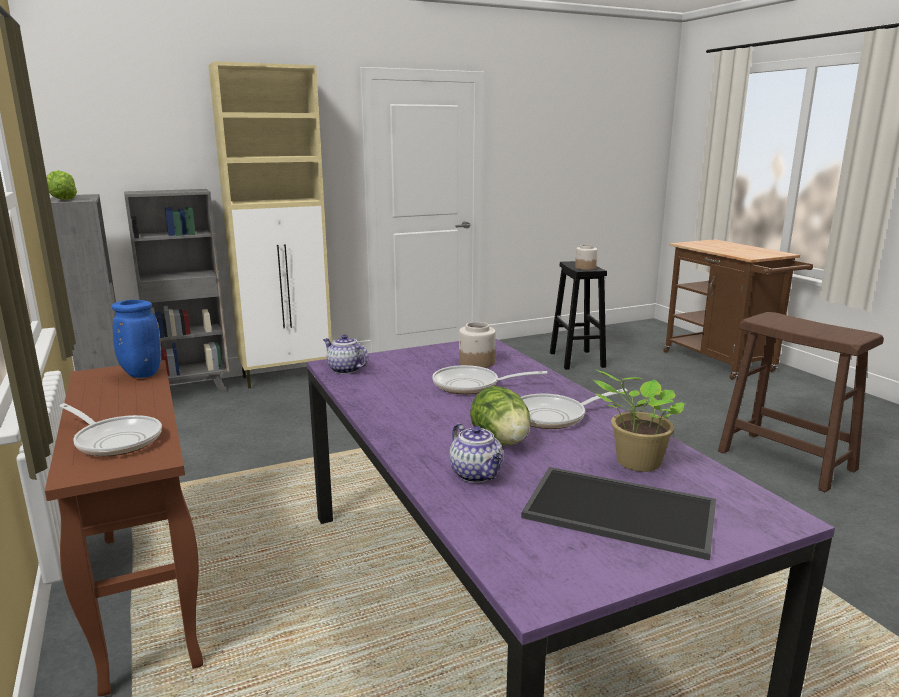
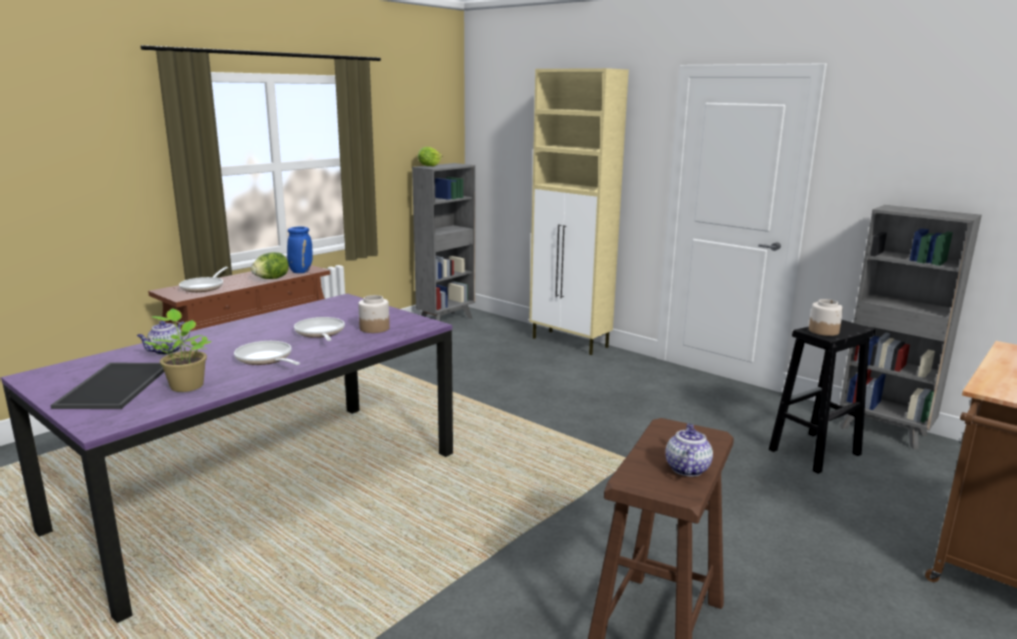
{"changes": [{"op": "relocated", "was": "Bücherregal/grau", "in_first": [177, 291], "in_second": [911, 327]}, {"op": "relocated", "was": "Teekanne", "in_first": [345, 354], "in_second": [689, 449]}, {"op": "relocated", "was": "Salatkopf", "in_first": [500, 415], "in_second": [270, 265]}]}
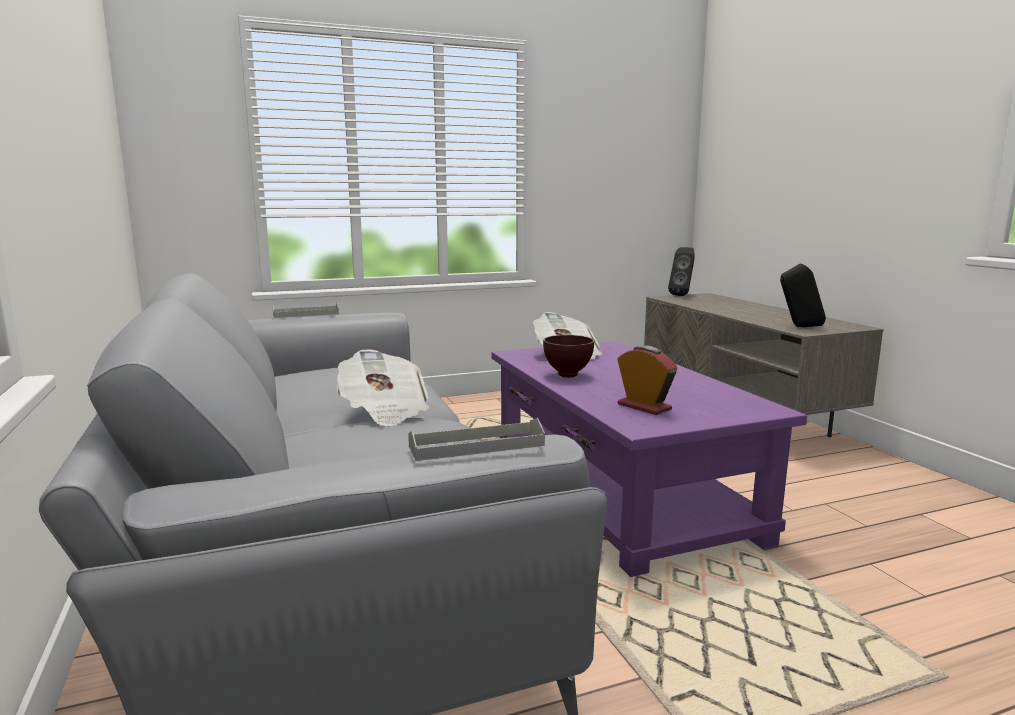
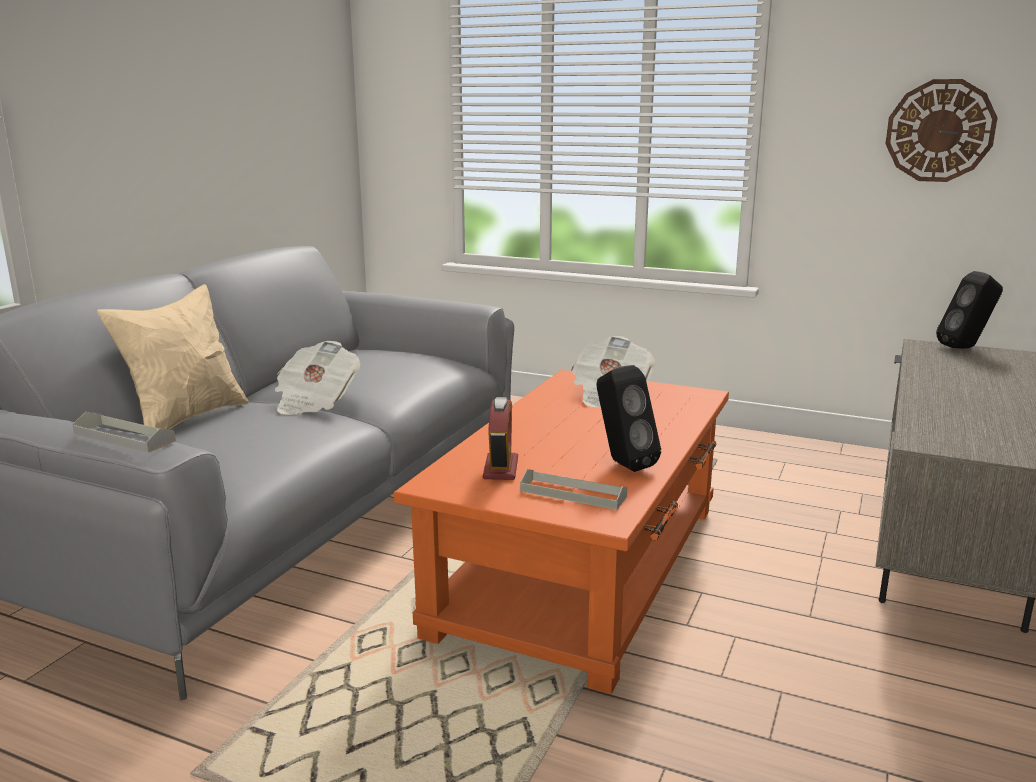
{"changes": [{"op": "missing", "was": "Schüssel/braun", "in_first": [568, 356]}, {"op": "appeared", "now": "Kissen/beige", "in_second": [173, 357]}, {"op": "appeared", "now": "Wanduhr", "in_second": [941, 130]}, {"op": "relocated", "was": "Tablett/grau", "in_first": [306, 310], "in_second": [573, 489]}, {"op": "relocated", "was": "Lautsprecher/schwarz", "in_first": [803, 295], "in_second": [628, 418]}, {"op": "colour", "was": "Couchtisch/lila", "now": "Couchtisch/orange", "in_first": [649, 459], "in_second": [561, 532]}]}
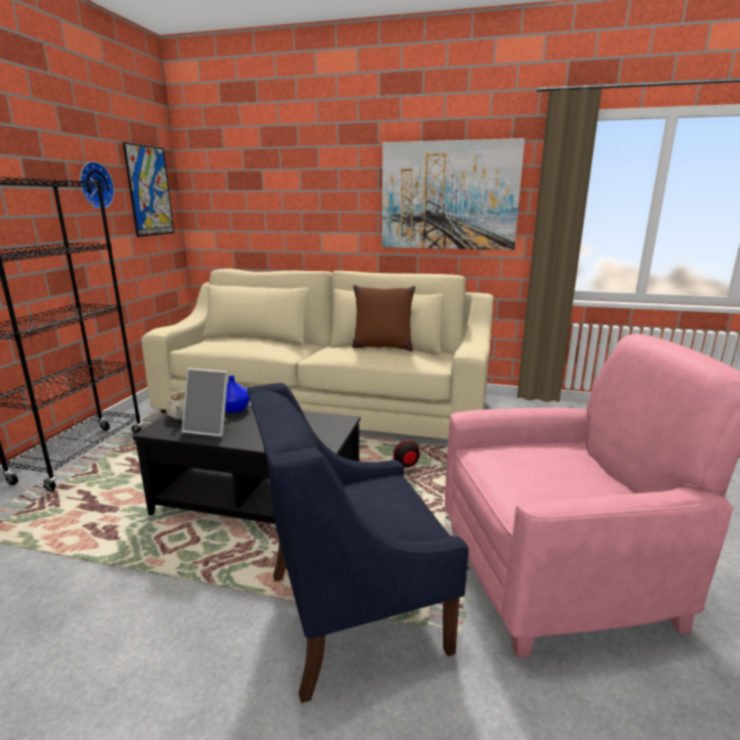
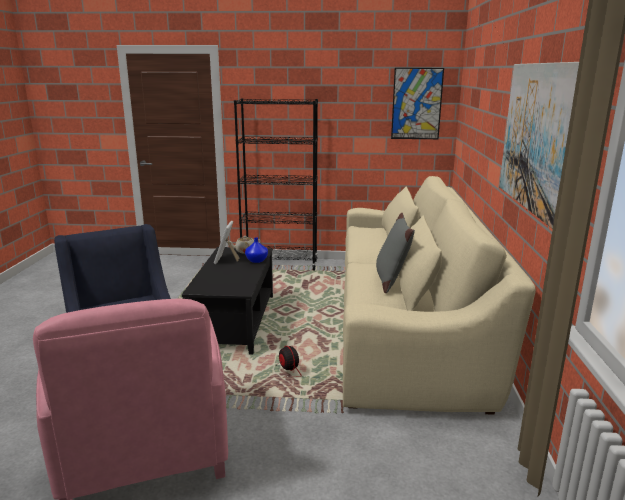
{"changes": [{"op": "missing", "was": "Wanduhr", "in_first": [97, 185]}, {"op": "colour", "was": "Kissen/braun", "now": "Kissen/grau", "in_first": [383, 318], "in_second": [395, 253]}]}
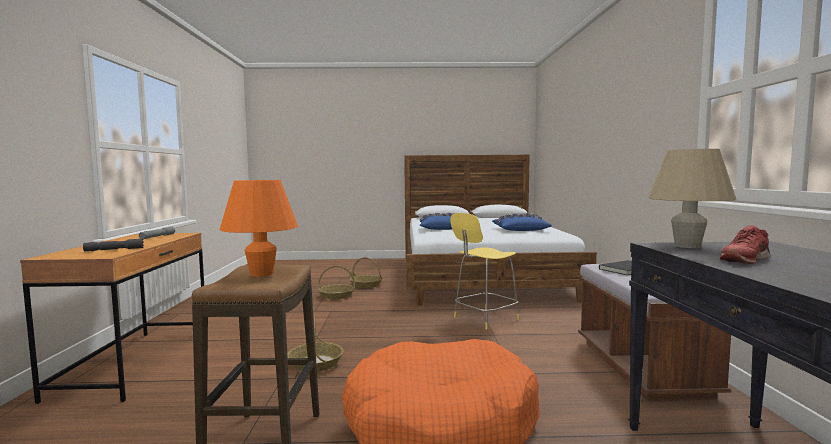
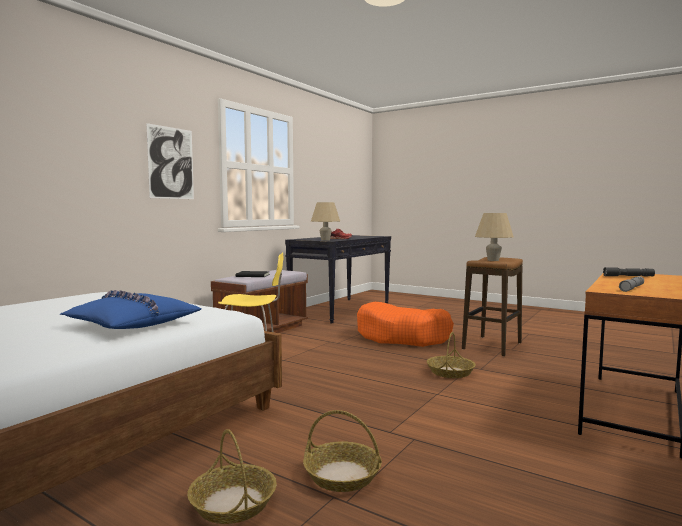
{"changes": [{"op": "missing", "was": "Kissen/blau", "in_first": [522, 222]}, {"op": "appeared", "now": "Bild", "in_second": [170, 161]}, {"op": "colour", "was": "Tischlampe/orange", "now": "Tischlampe/beige", "in_first": [258, 228], "in_second": [494, 237]}]}
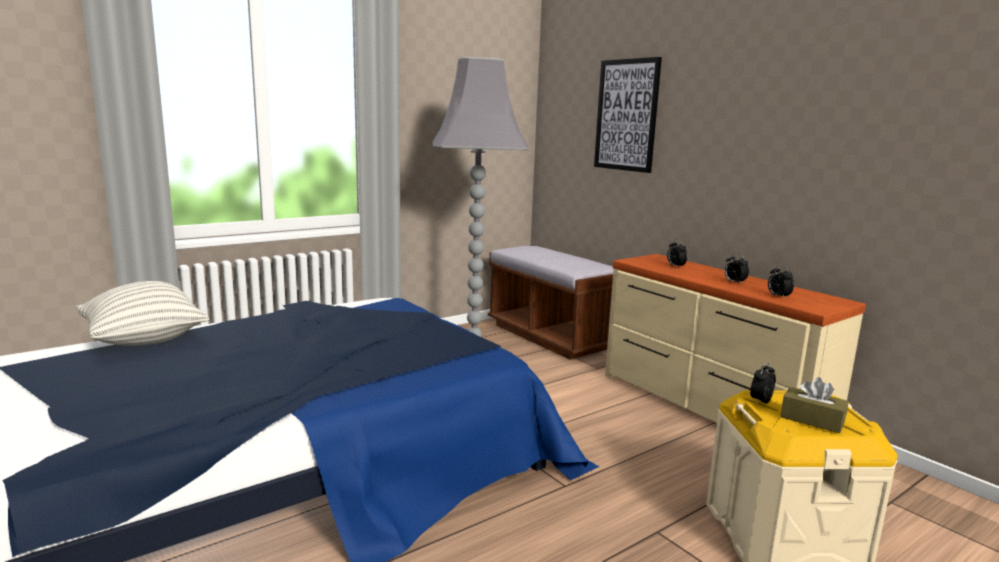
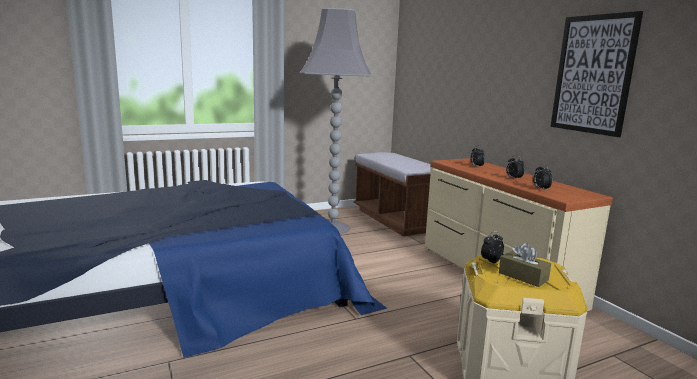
{"changes": [{"op": "missing", "was": "Kissen", "in_first": [143, 313]}, {"op": "relocated", "was": "Bild", "in_first": [628, 115], "in_second": [597, 74]}]}
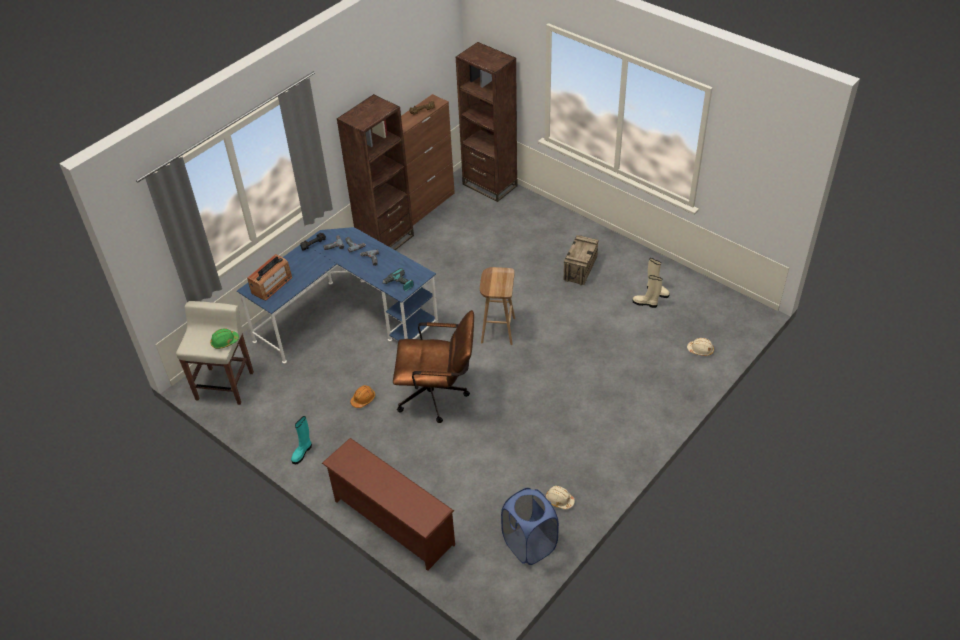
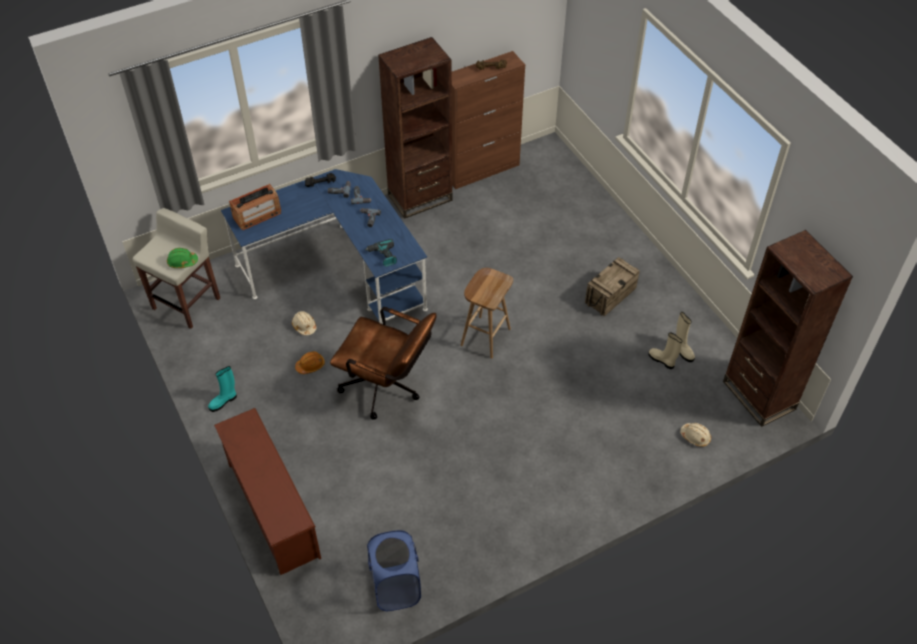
{"changes": [{"op": "relocated", "was": "Bücherregal/braun", "in_first": [487, 122], "in_second": [788, 328]}, {"op": "relocated", "was": "Schutzhelm/beige", "in_first": [560, 498], "in_second": [304, 323]}]}
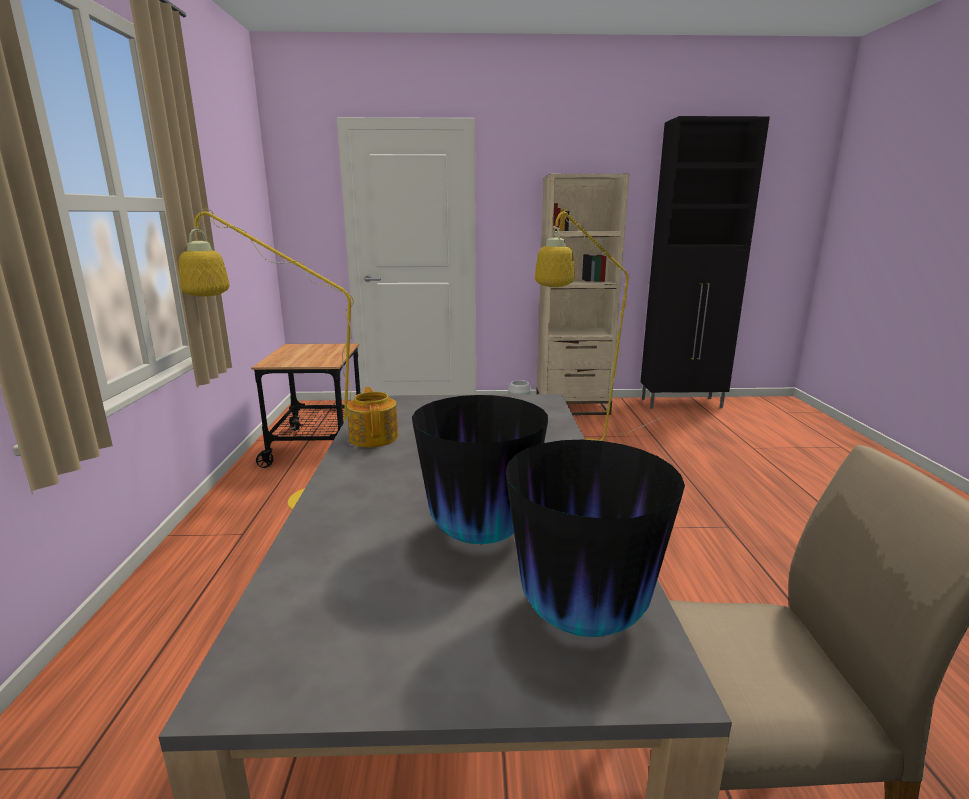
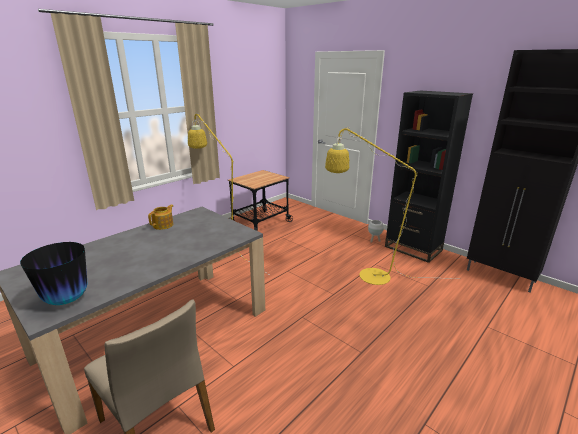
{"changes": [{"op": "missing", "was": "Vase", "in_first": [480, 469]}, {"op": "colour", "was": "Bücherregal/beige", "now": "Bücherregal/schwarz", "in_first": [582, 294], "in_second": [429, 177]}]}
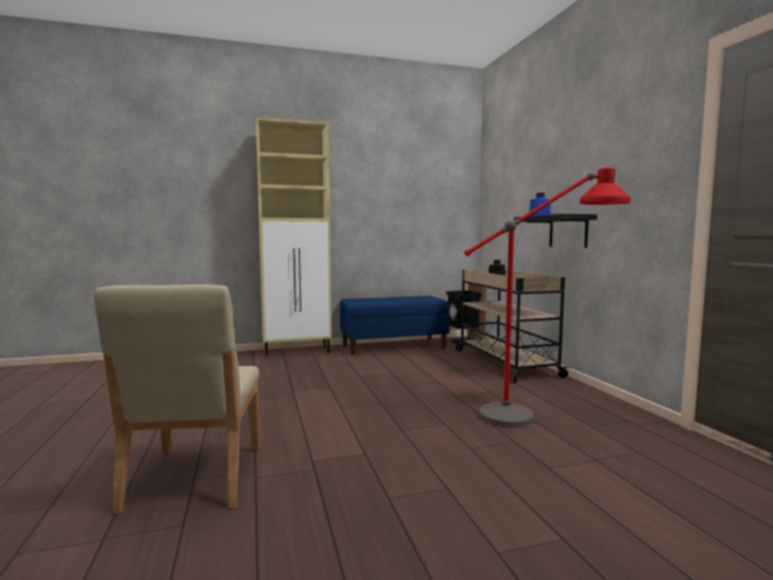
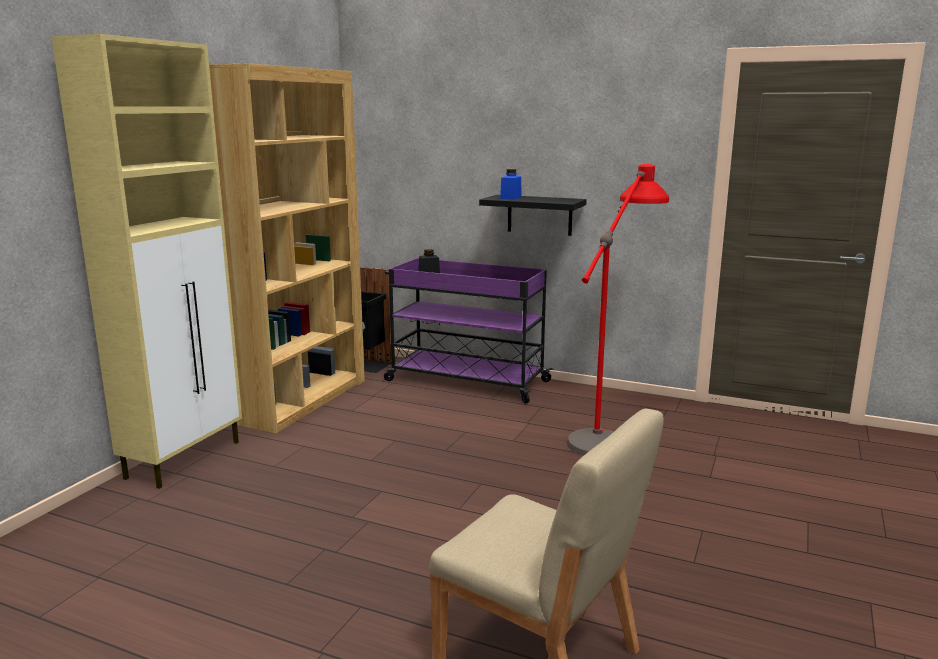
{"changes": [{"op": "exchanged", "was": "Bank/blau", "now": "Bücherregal/braun", "in_first": [395, 325], "in_second": [287, 248]}, {"op": "colour", "was": "Rollwagen/beige", "now": "Rollwagen/lila", "in_first": [513, 326], "in_second": [468, 331]}]}
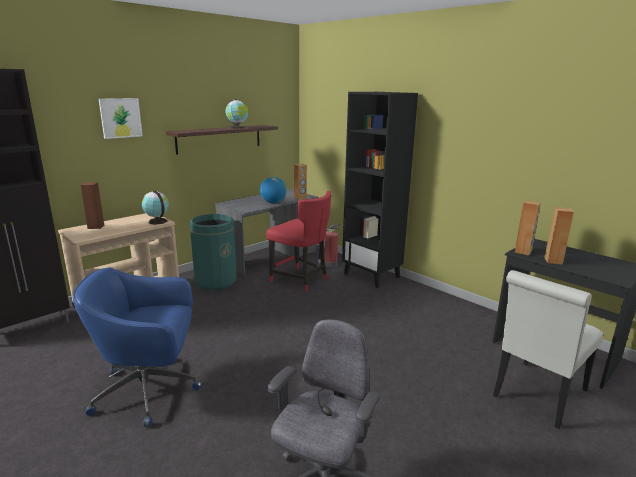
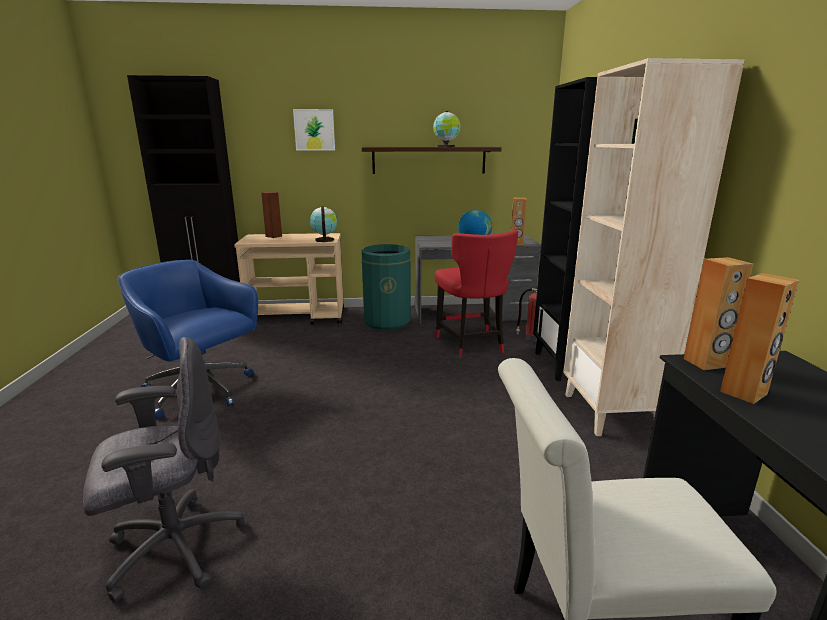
{"changes": [{"op": "appeared", "now": "Bücherregal/beige", "in_second": [654, 247]}]}
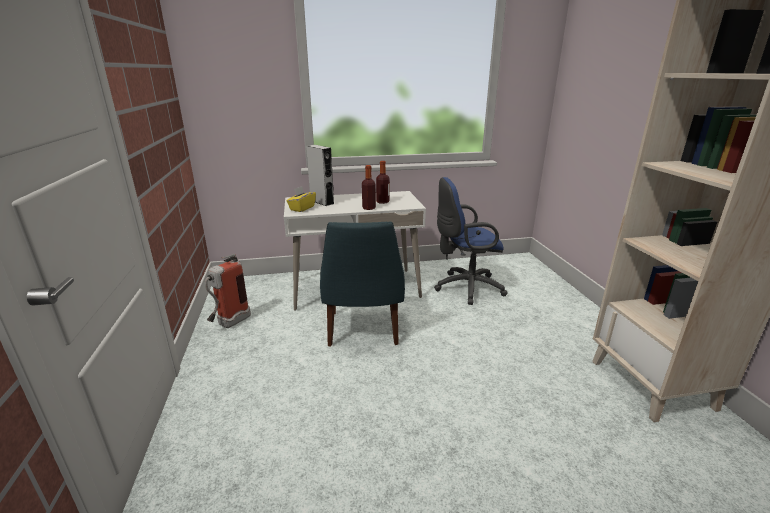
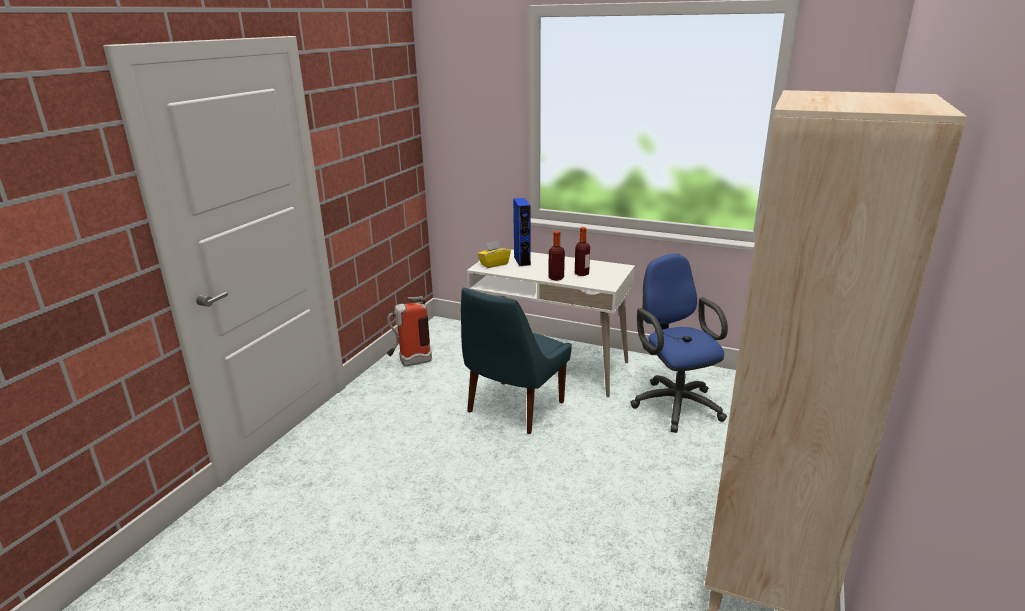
{"changes": [{"op": "colour", "was": "Lautsprecher/grau", "now": "Lautsprecher/blau", "in_first": [320, 175], "in_second": [522, 232]}, {"op": "spun", "was": "Bürostuhl/blau", "in_first": [471, 241], "in_second": [679, 343], "clockwise": 45}]}
